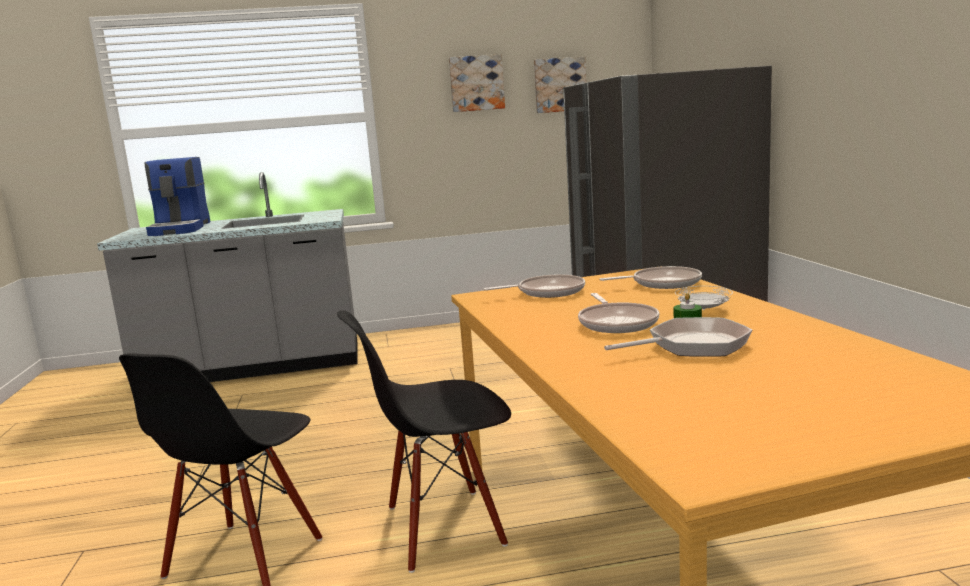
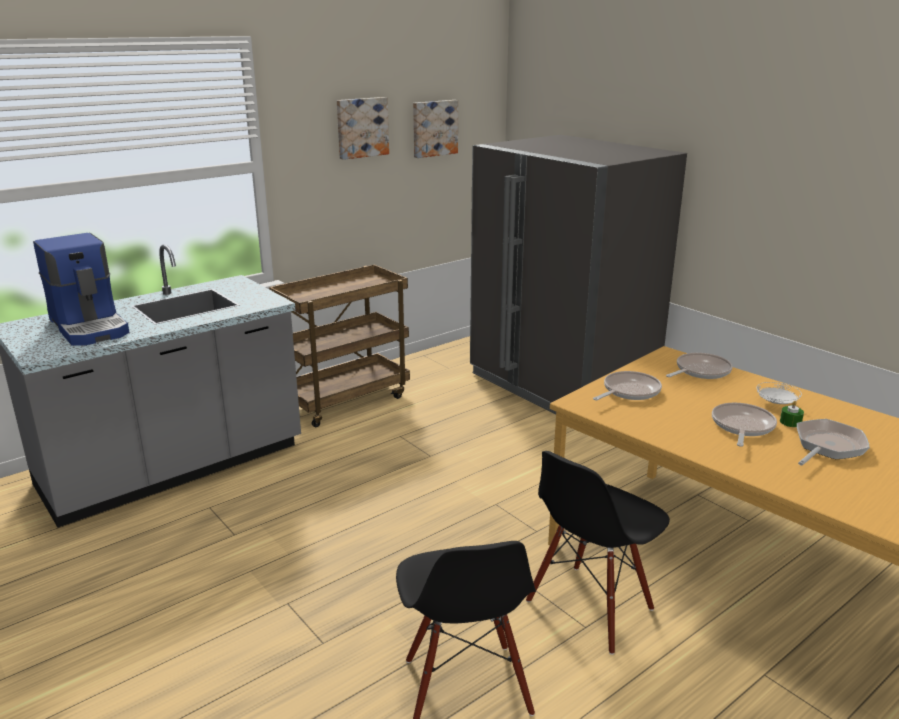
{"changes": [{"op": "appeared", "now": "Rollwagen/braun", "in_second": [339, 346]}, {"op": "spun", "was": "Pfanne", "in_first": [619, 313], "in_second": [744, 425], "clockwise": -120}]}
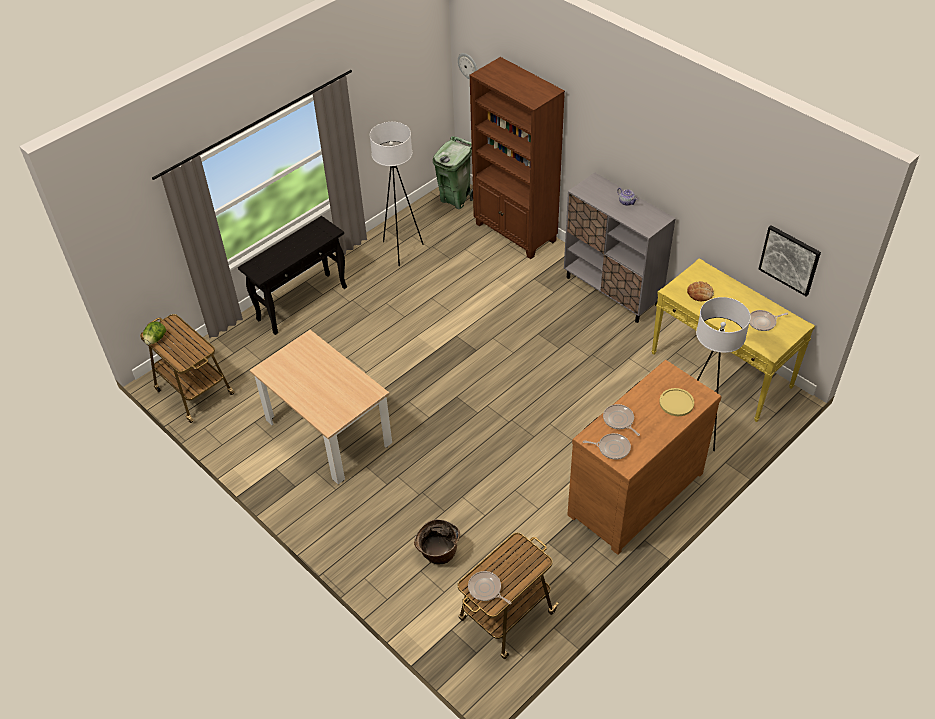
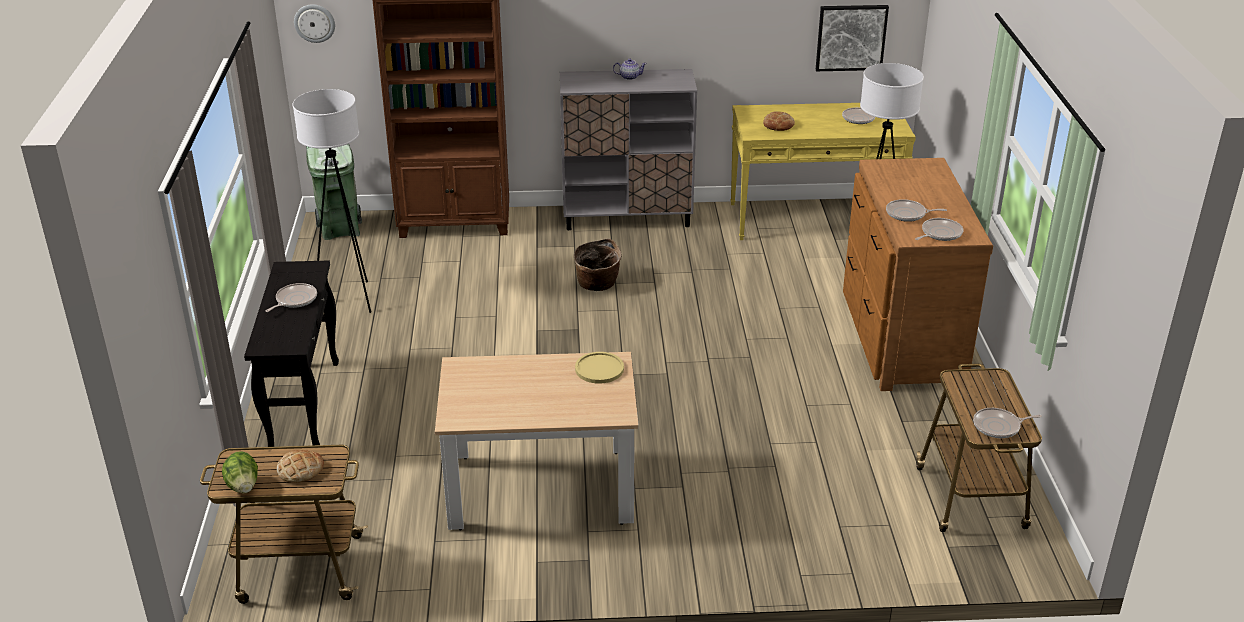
{"changes": [{"op": "appeared", "now": "Pfanne", "in_second": [291, 297]}, {"op": "appeared", "now": "Brot", "in_second": [300, 466]}, {"op": "relocated", "was": "Korb", "in_first": [437, 541], "in_second": [598, 264]}, {"op": "relocated", "was": "Teller/gelb", "in_first": [676, 402], "in_second": [599, 368]}]}
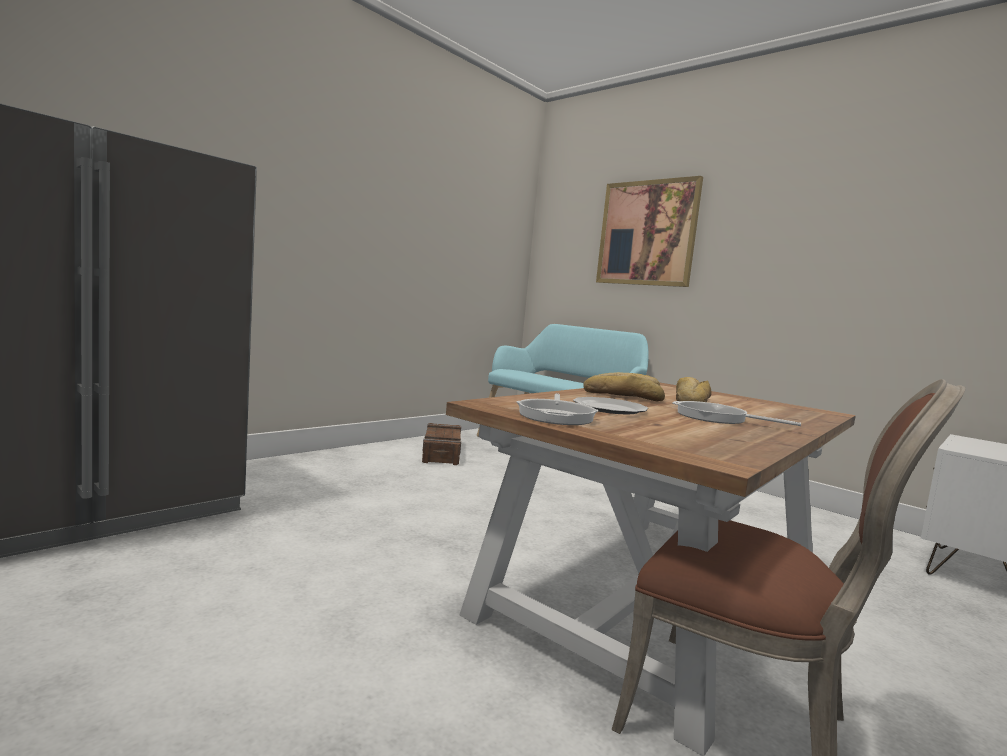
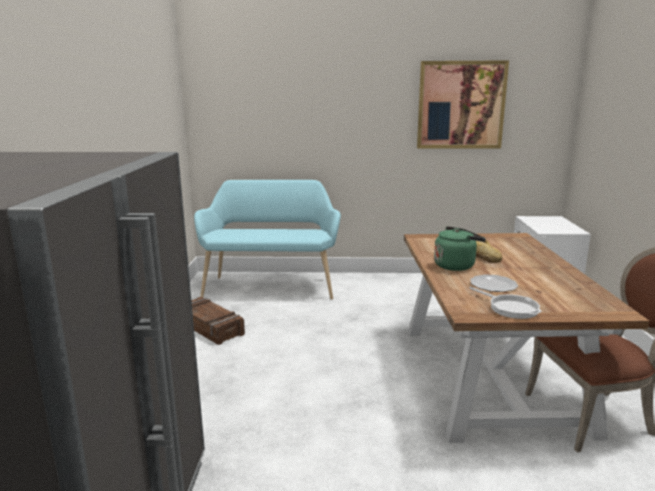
{"changes": [{"op": "missing", "was": "Pfanne", "in_first": [736, 413]}, {"op": "relocated", "was": "Bild", "in_first": [649, 231], "in_second": [463, 104]}, {"op": "exchanged", "was": "Brot", "now": "Wasserkessel/grün", "in_first": [624, 386], "in_second": [460, 248]}]}
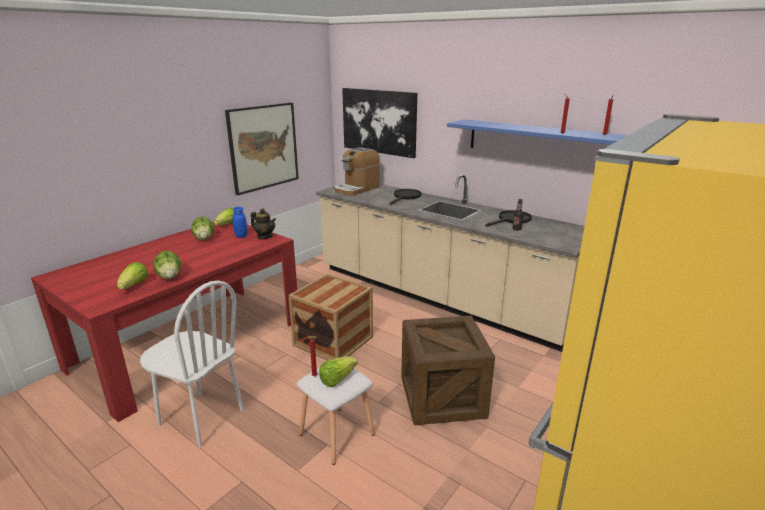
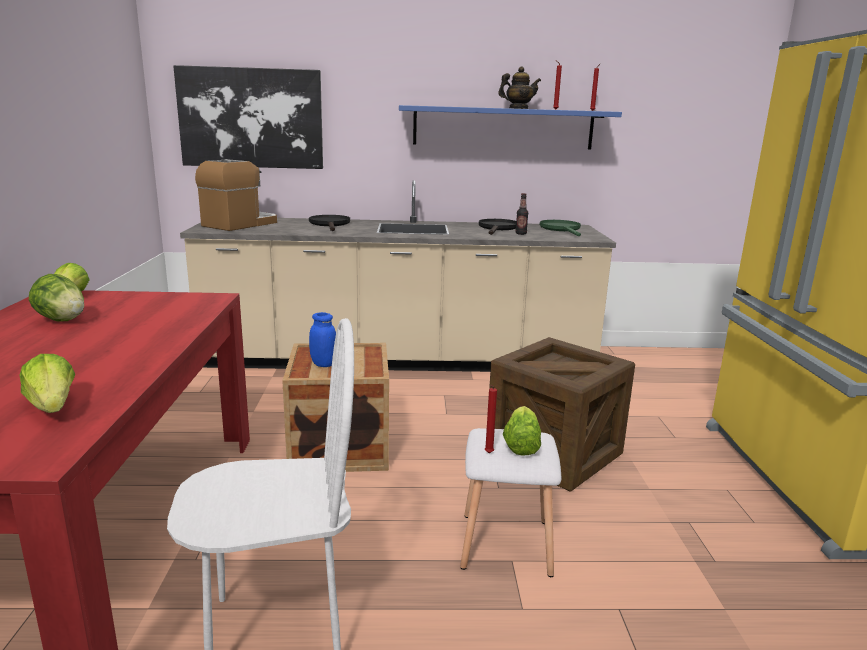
{"changes": [{"op": "missing", "was": "Salatkopf", "in_first": [167, 265]}, {"op": "missing", "was": "Bild", "in_first": [262, 149]}, {"op": "appeared", "now": "Pfanne/grün", "in_second": [560, 228]}, {"op": "relocated", "was": "Vorratsglas/blau", "in_first": [239, 222], "in_second": [322, 339]}, {"op": "relocated", "was": "Teekanne", "in_first": [263, 223], "in_second": [519, 87]}, {"op": "spun", "was": "Kaffeemaschine", "in_first": [357, 171], "in_second": [236, 195], "clockwise": -150}]}
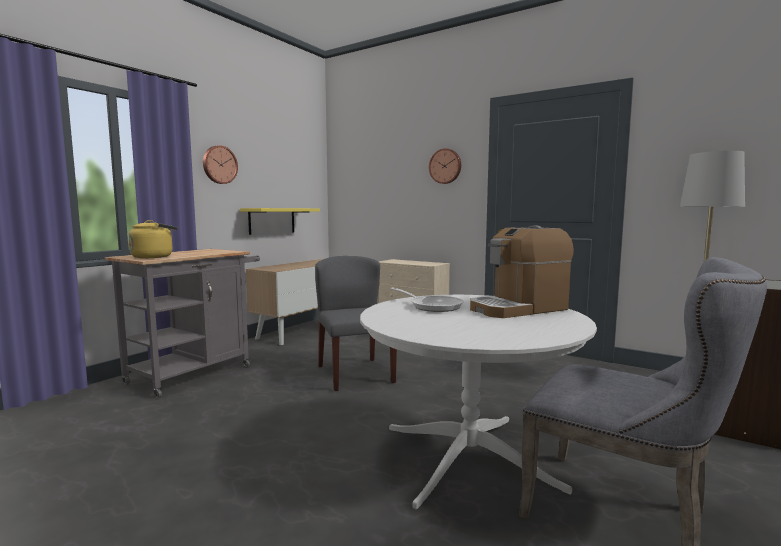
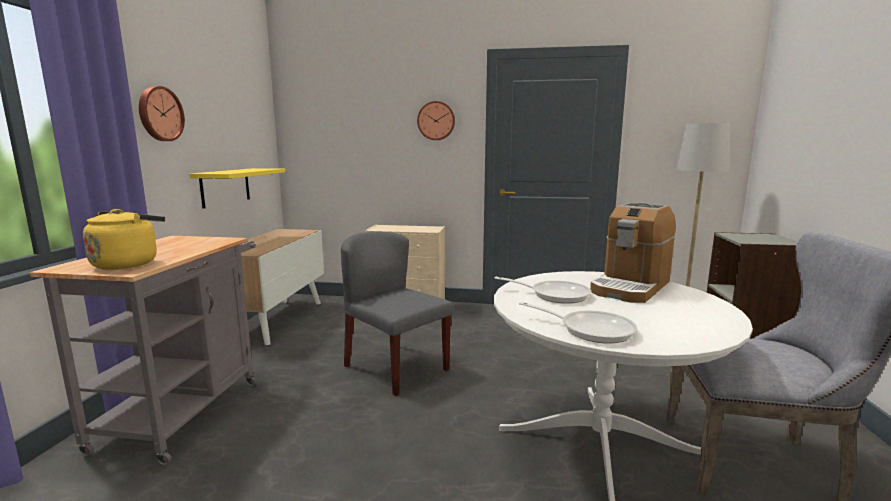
{"changes": [{"op": "appeared", "now": "Pfanne", "in_second": [578, 322]}]}
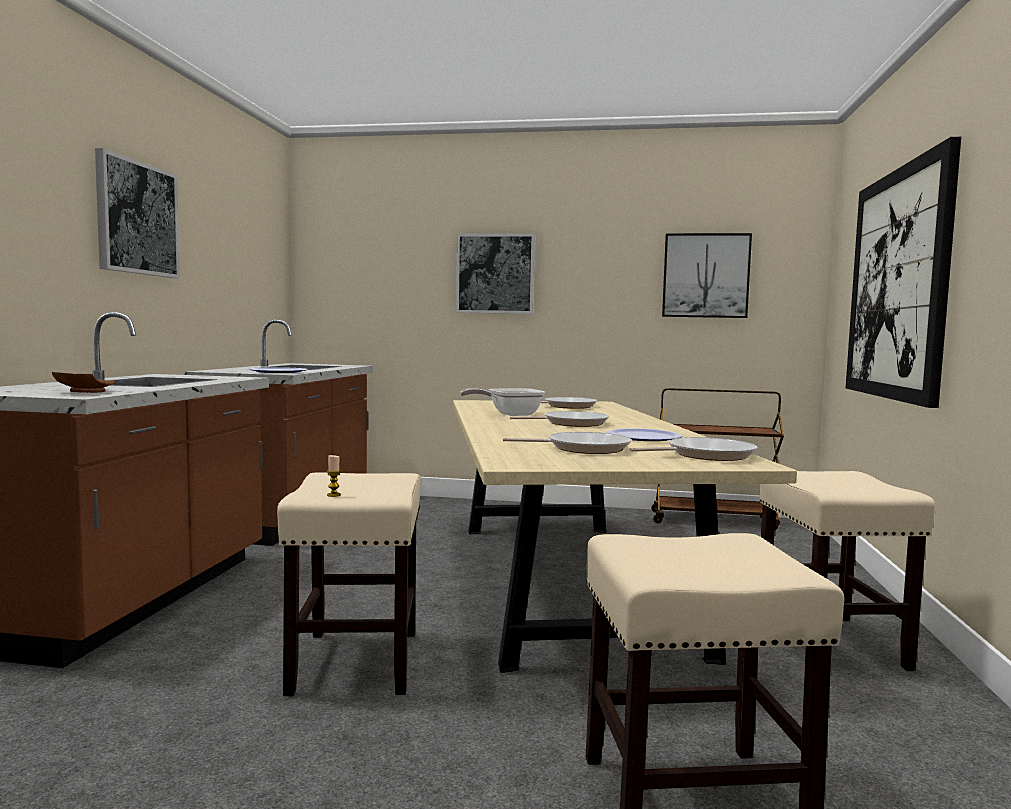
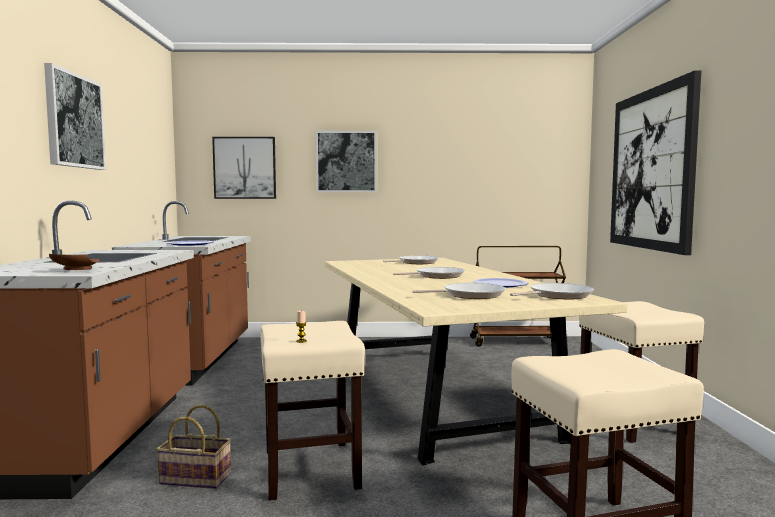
{"changes": [{"op": "missing", "was": "Pfanne", "in_first": [502, 402]}, {"op": "appeared", "now": "Korb", "in_second": [193, 447]}, {"op": "relocated", "was": "Bild", "in_first": [707, 275], "in_second": [244, 168]}]}
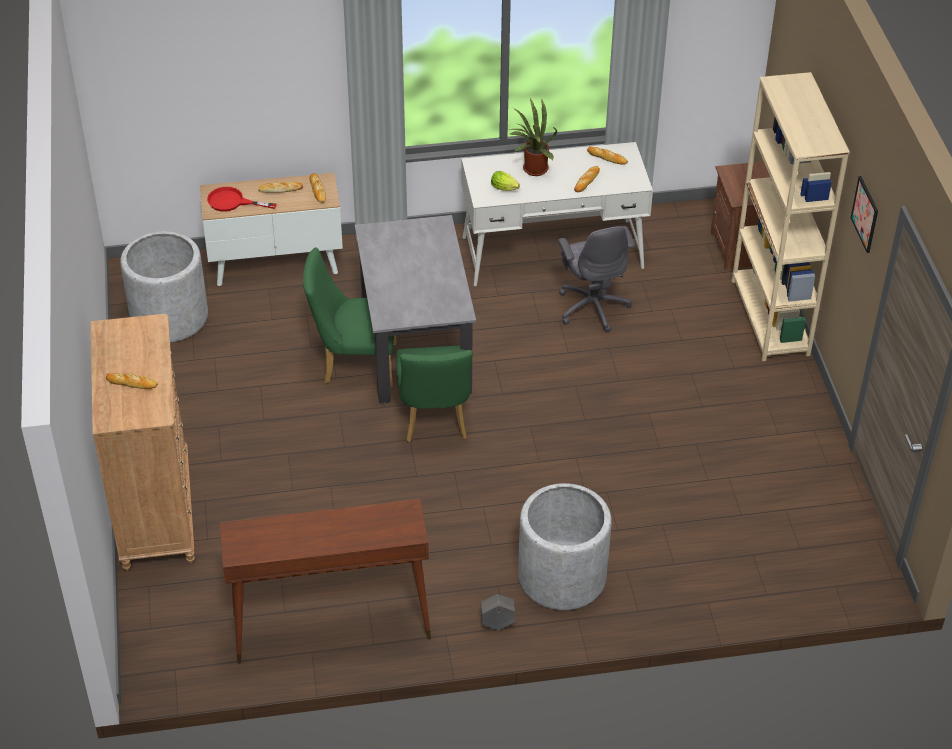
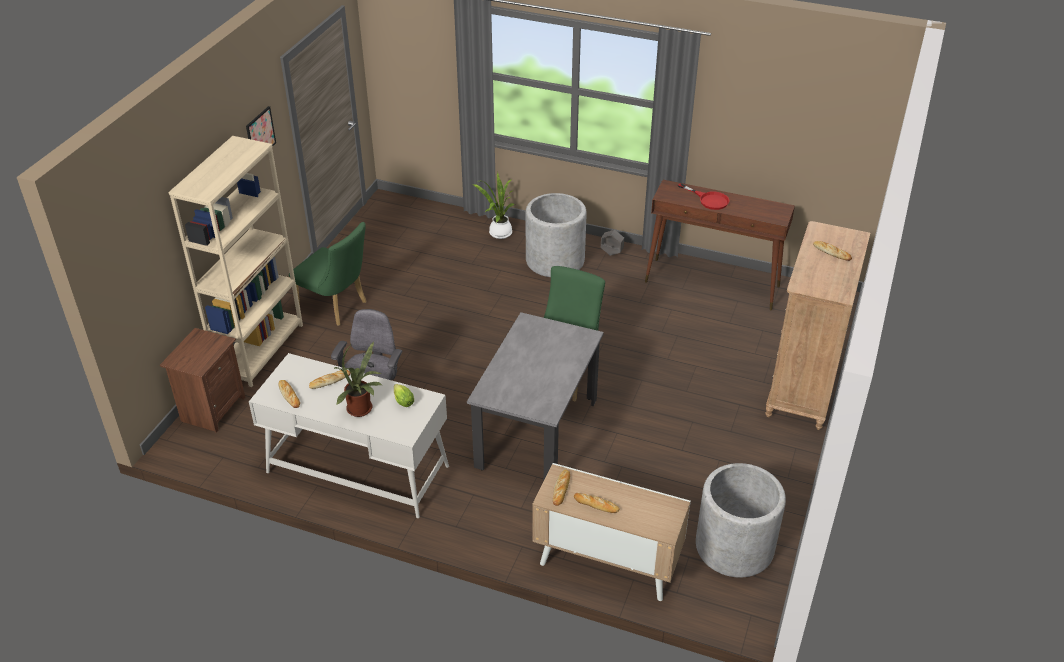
{"changes": [{"op": "appeared", "now": "Topfpflanze", "in_second": [494, 205]}, {"op": "relocated", "was": "Pfanne/rot", "in_first": [242, 199], "in_second": [704, 196]}, {"op": "relocated", "was": "Stuhl/grün", "in_first": [349, 317], "in_second": [327, 274]}]}
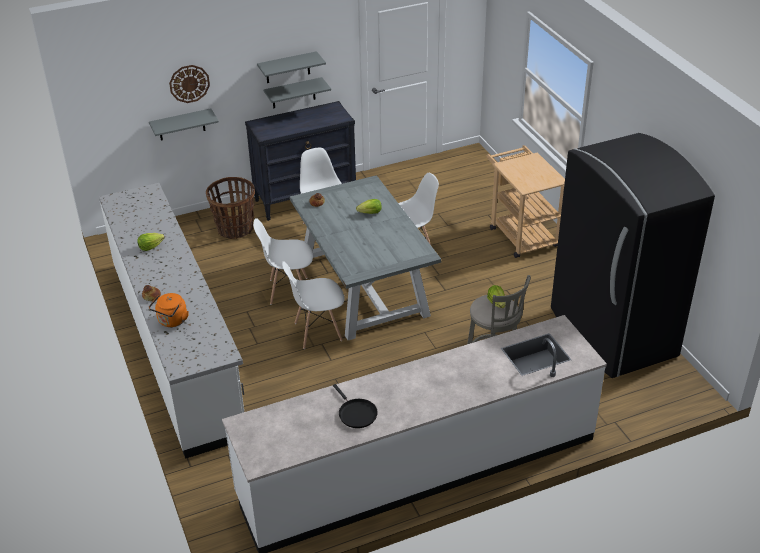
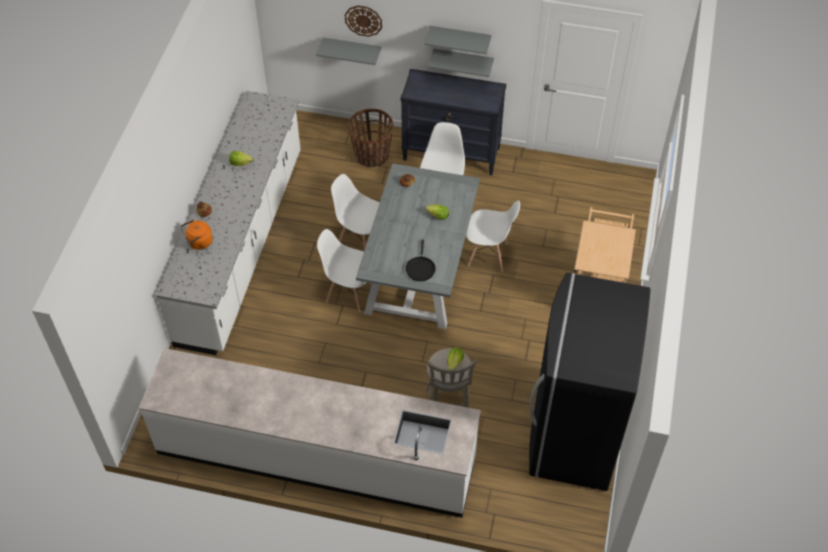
{"changes": [{"op": "relocated", "was": "Pfanne/schwarz", "in_first": [355, 406], "in_second": [421, 260]}]}
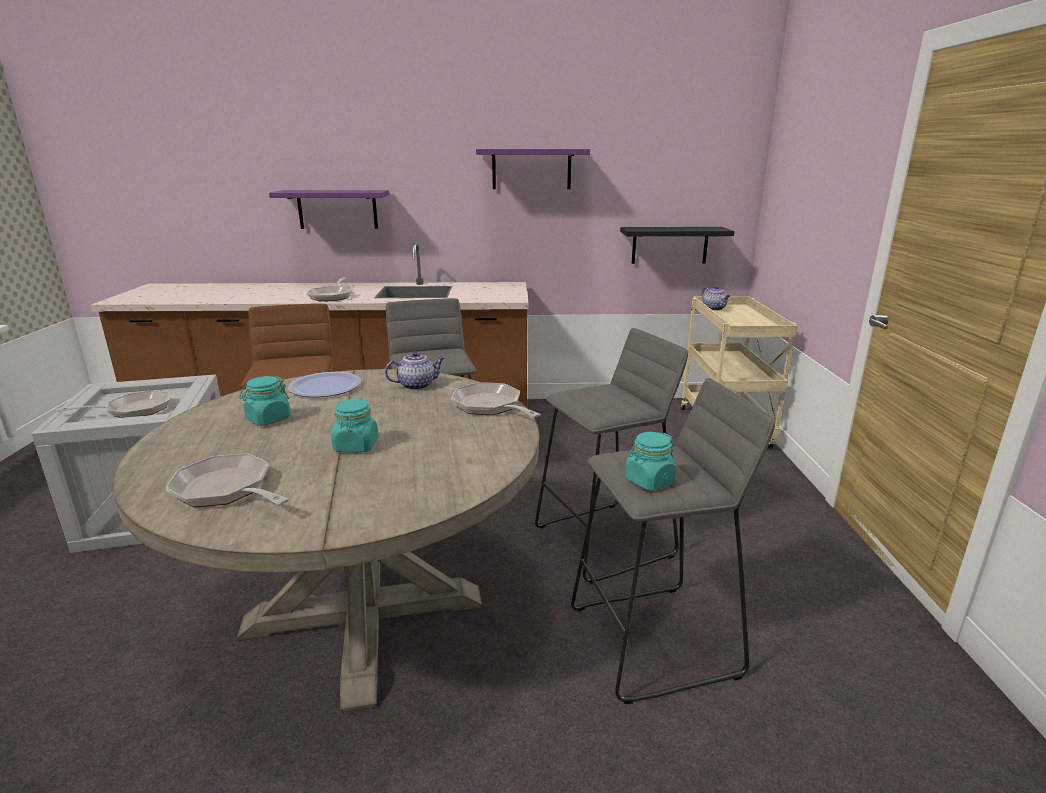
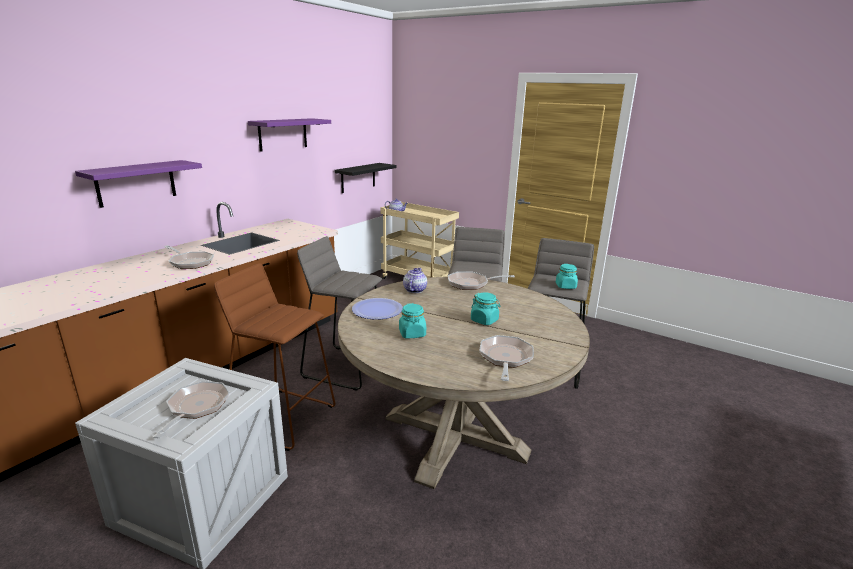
{"changes": [{"op": "spun", "was": "Pfanne", "in_first": [227, 480], "in_second": [507, 358], "clockwise": 120}]}
